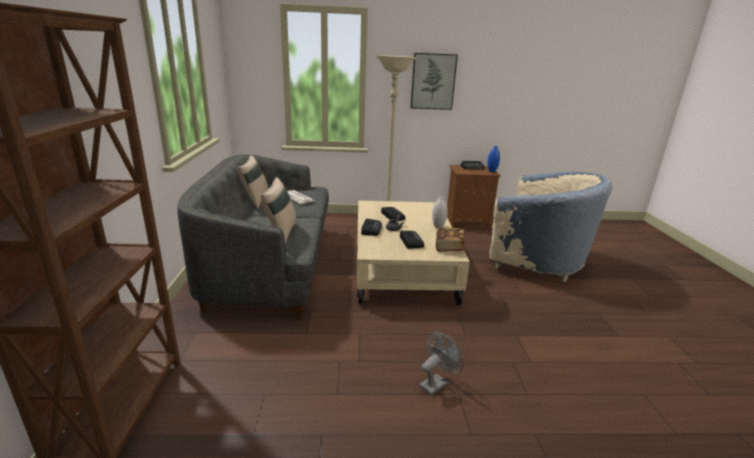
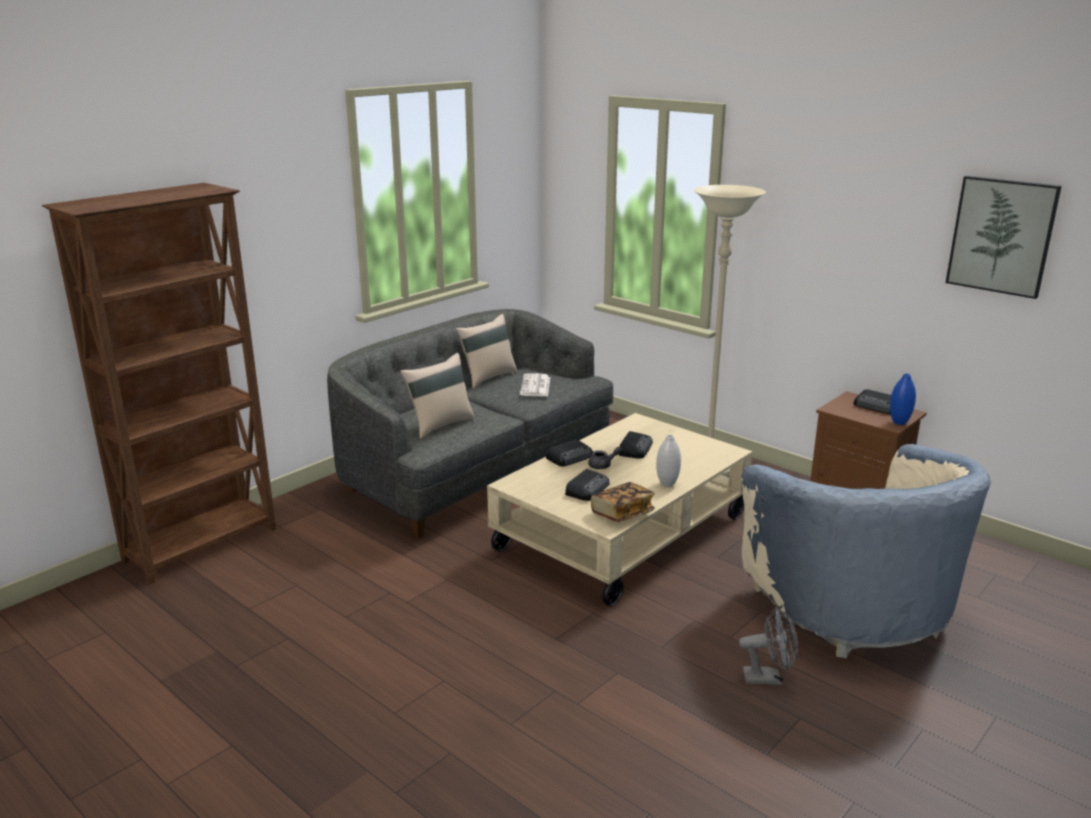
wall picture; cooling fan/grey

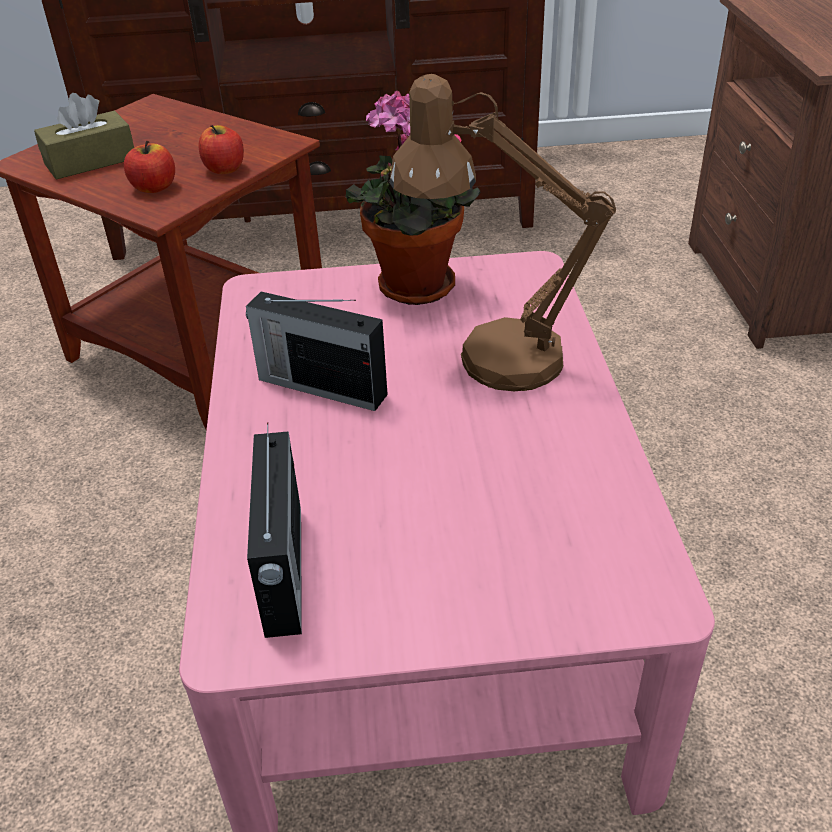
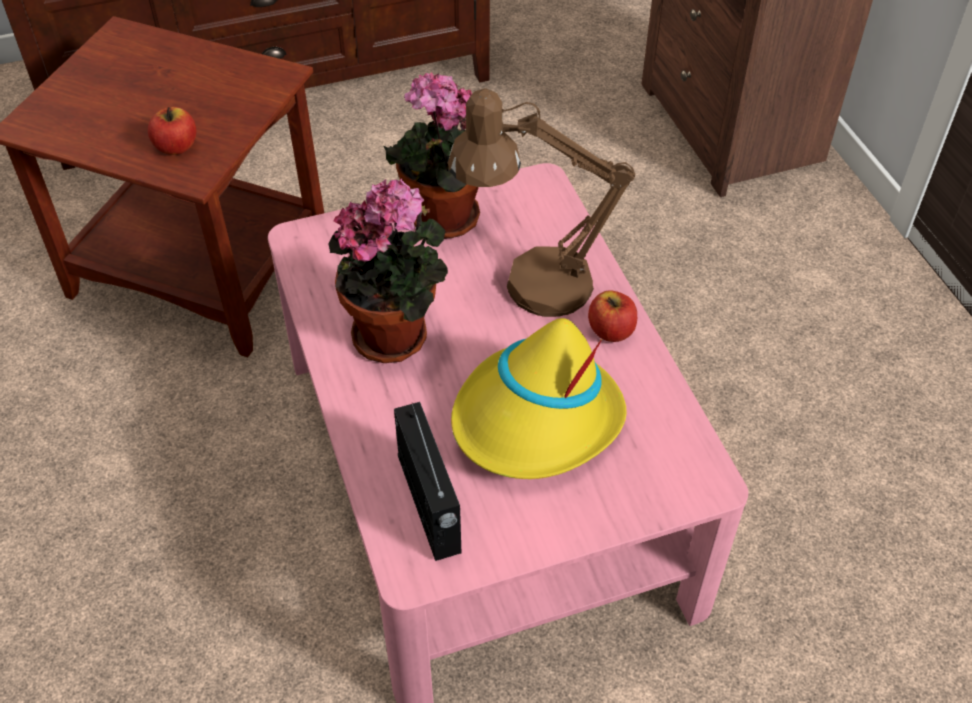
box of tissues/brown; whole apple (2nd from left); houseplant (1st from left); wearable hat/yellow

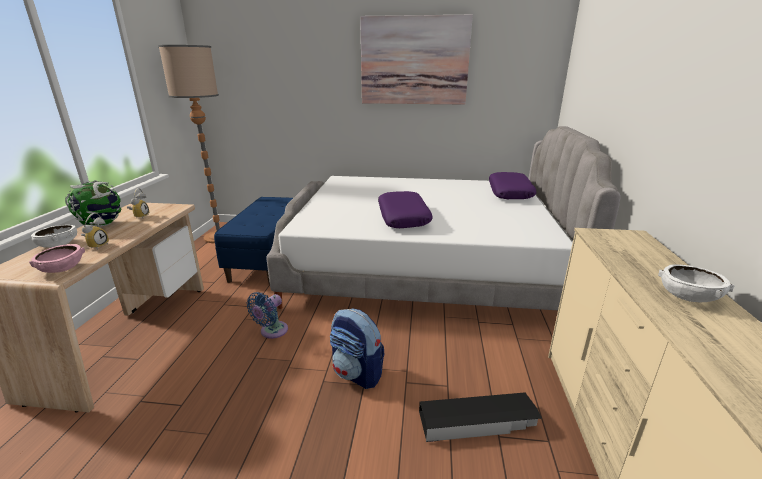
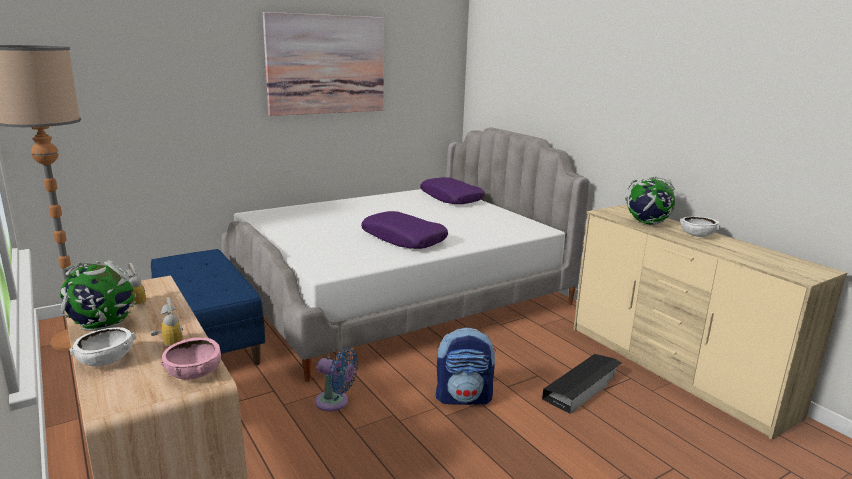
cooling fan/bluish; world globe (2nd from left)

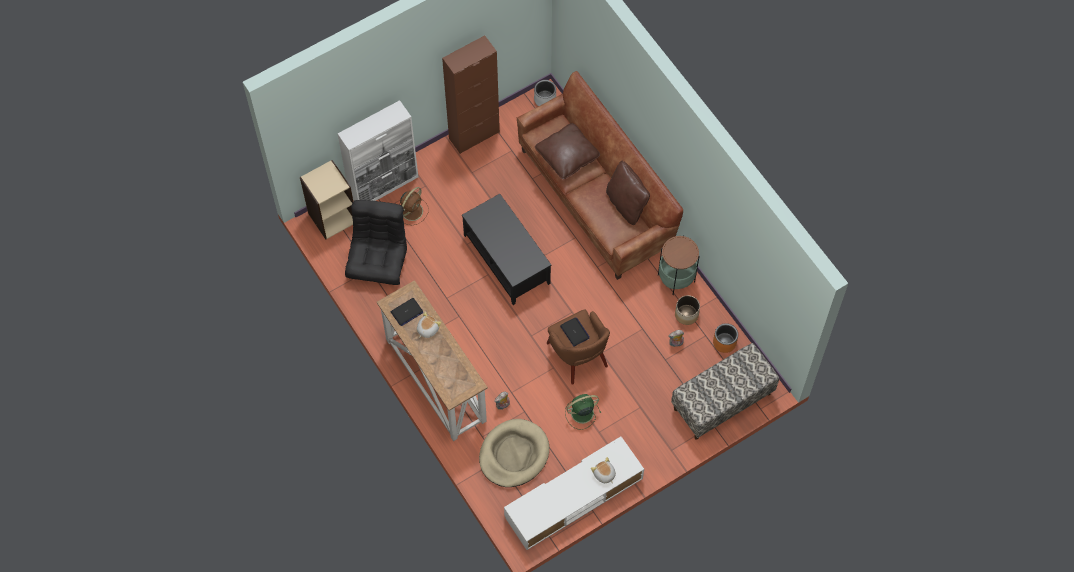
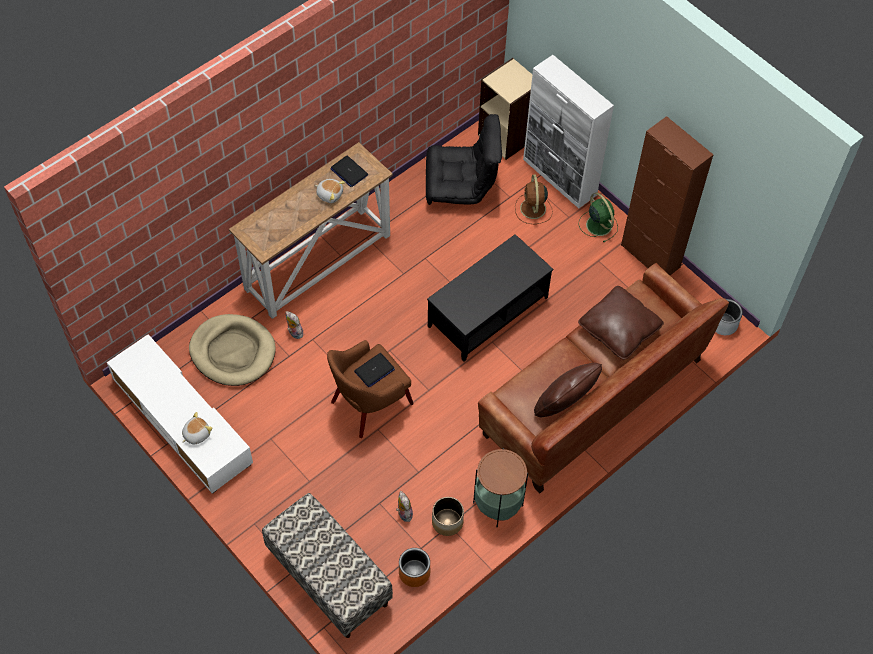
cooling fan/brown; cooling fan/green-coloured

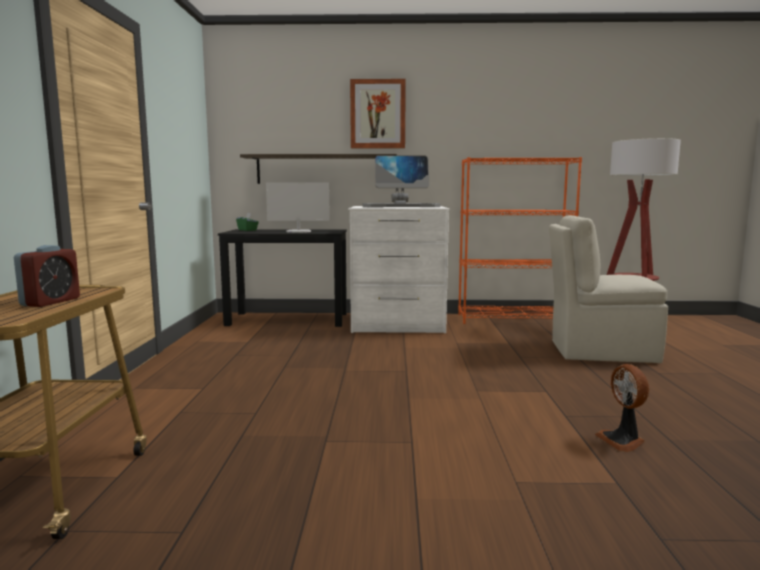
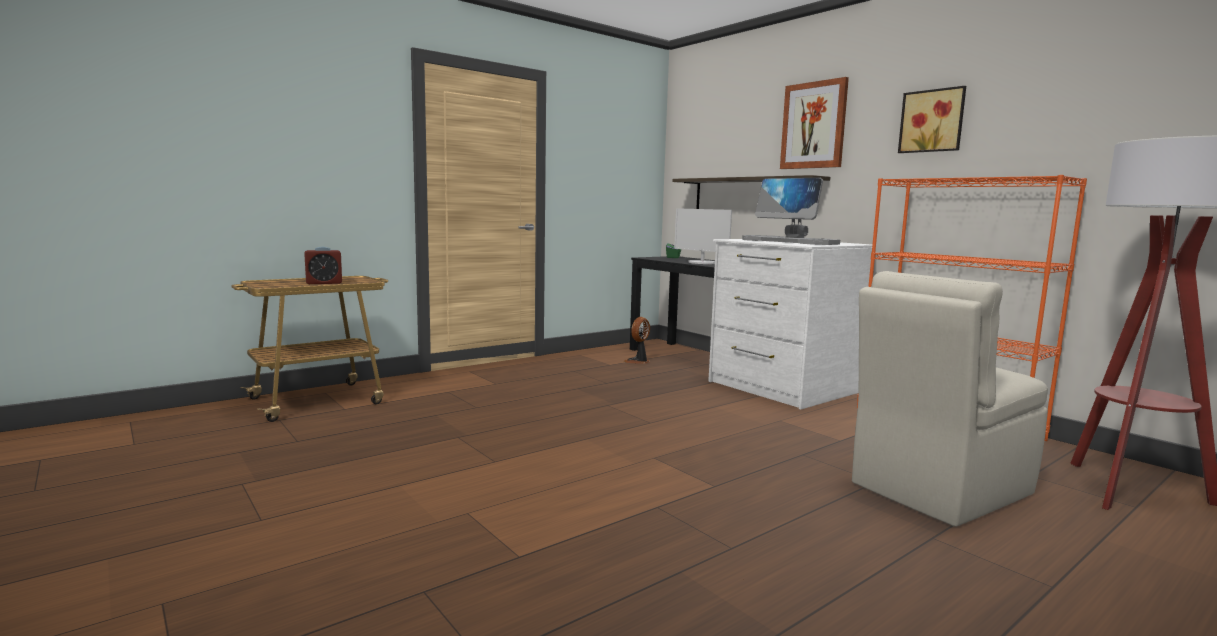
upright chair/beige-coloured; cooling fan; wall picture (2nd from left)

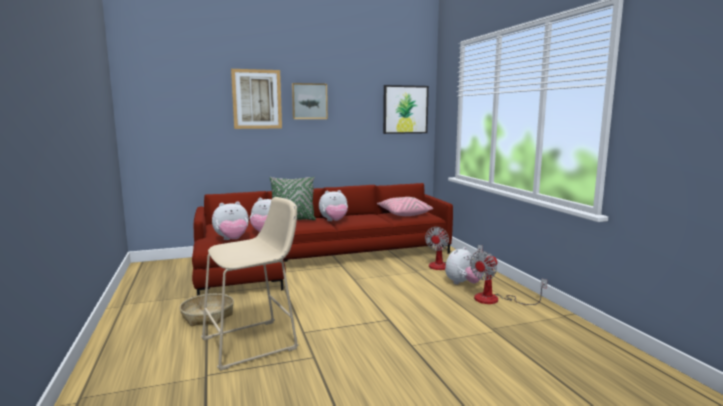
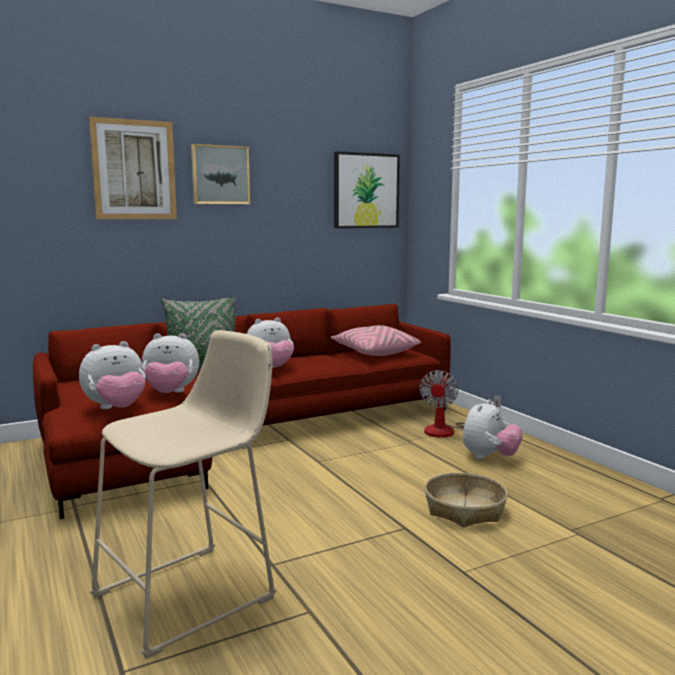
cooling fan (2nd from left in the first image); storage basket

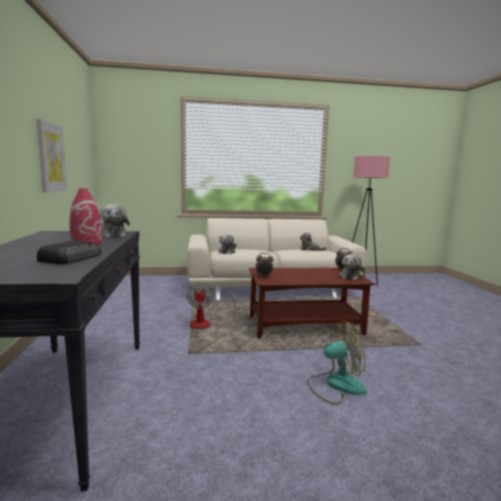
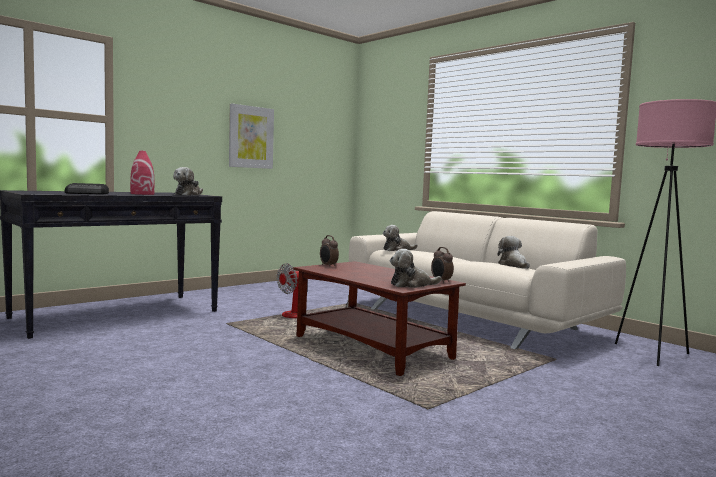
cooling fan (2nd from left in the first image)

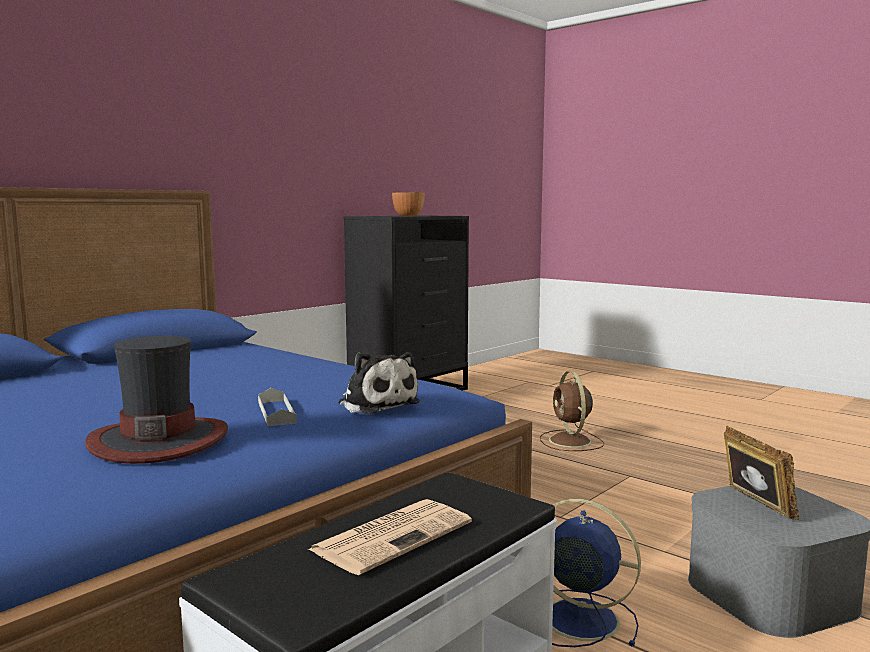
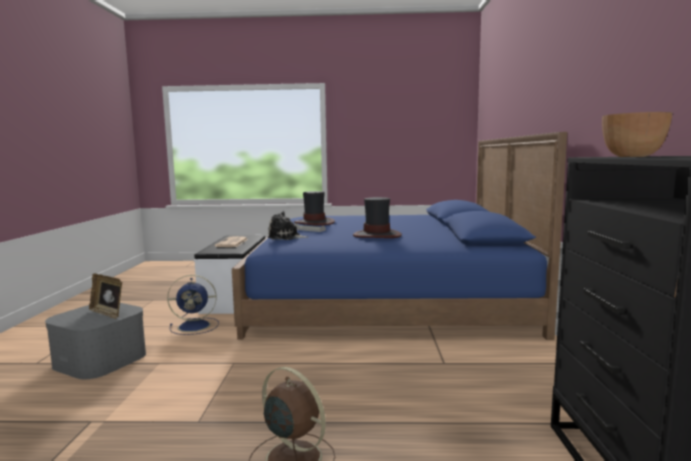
wearable hat (2nd from left)

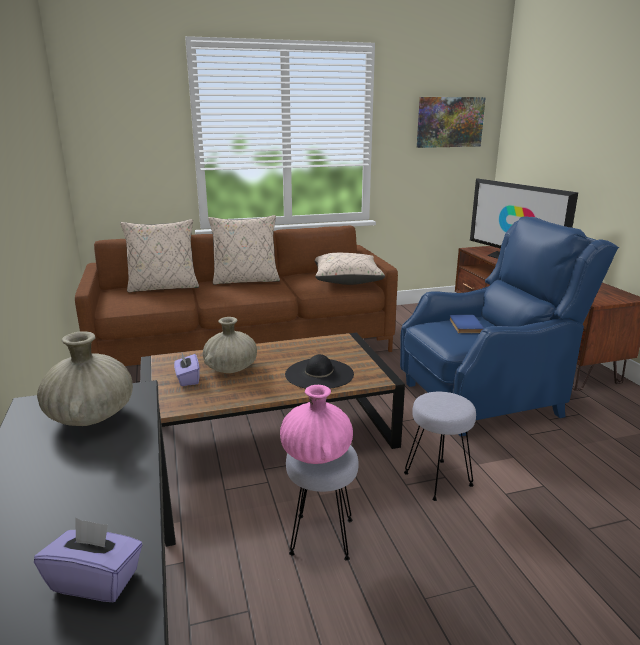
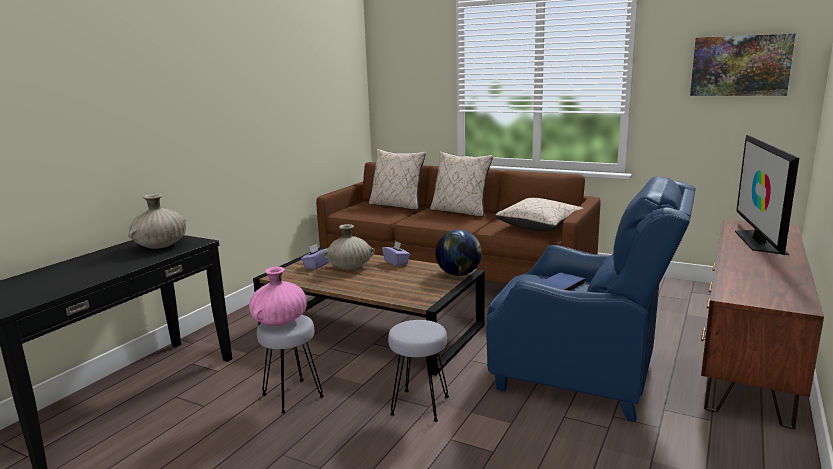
wearable hat/black; box of tissues/purplish (2nd from left); world globe

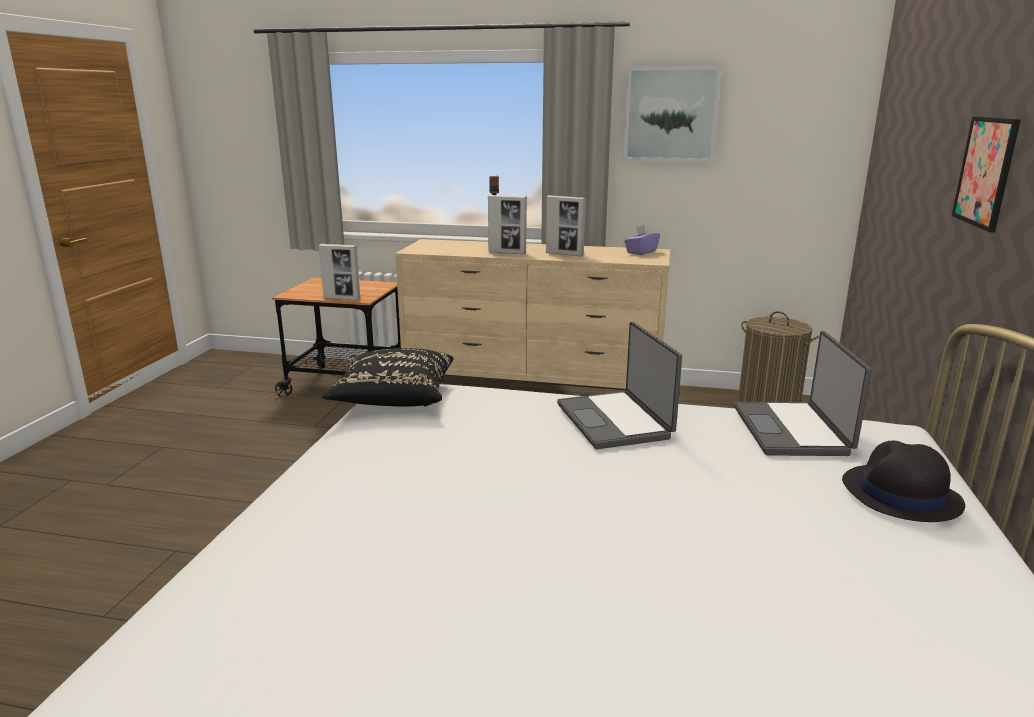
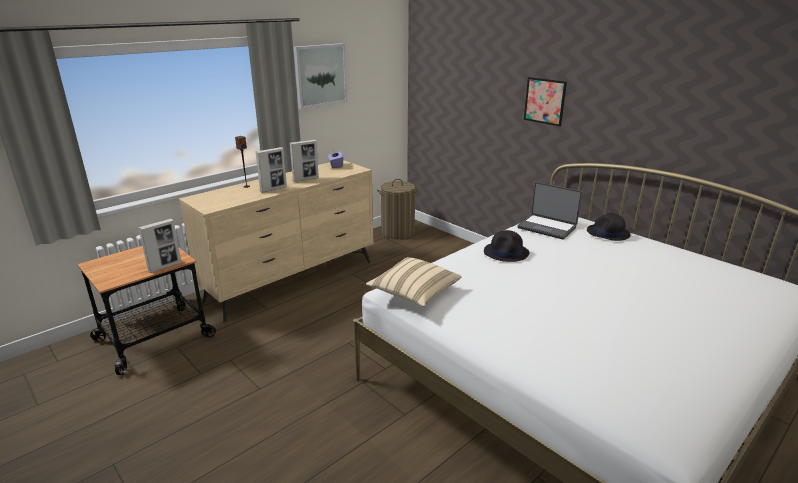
wearable hat/black (1st from left); throw pillow/beige-coloured

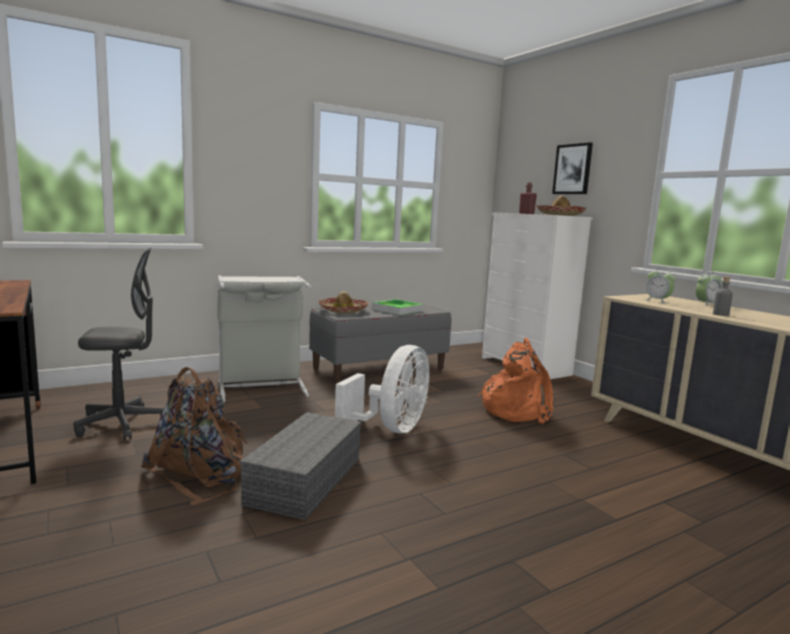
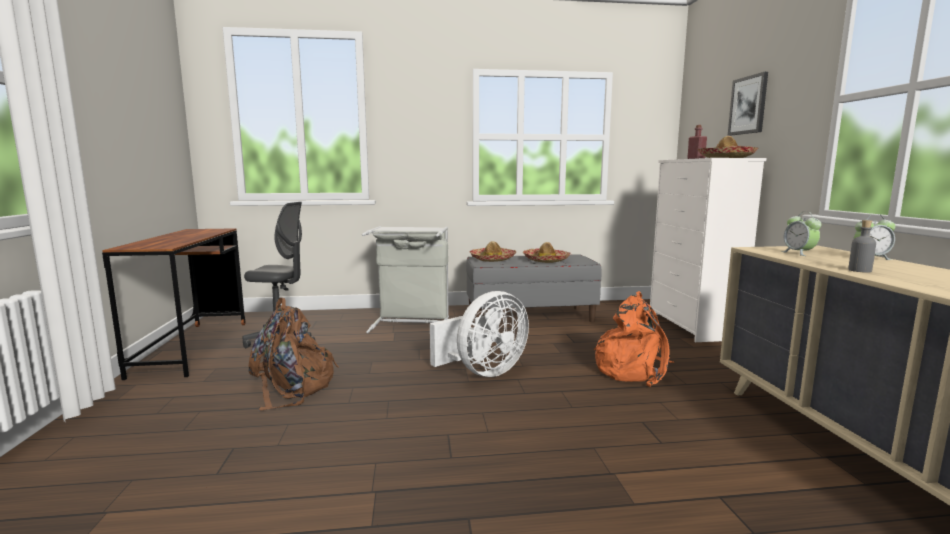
wearable hat (2nd from left); storage box/grey

